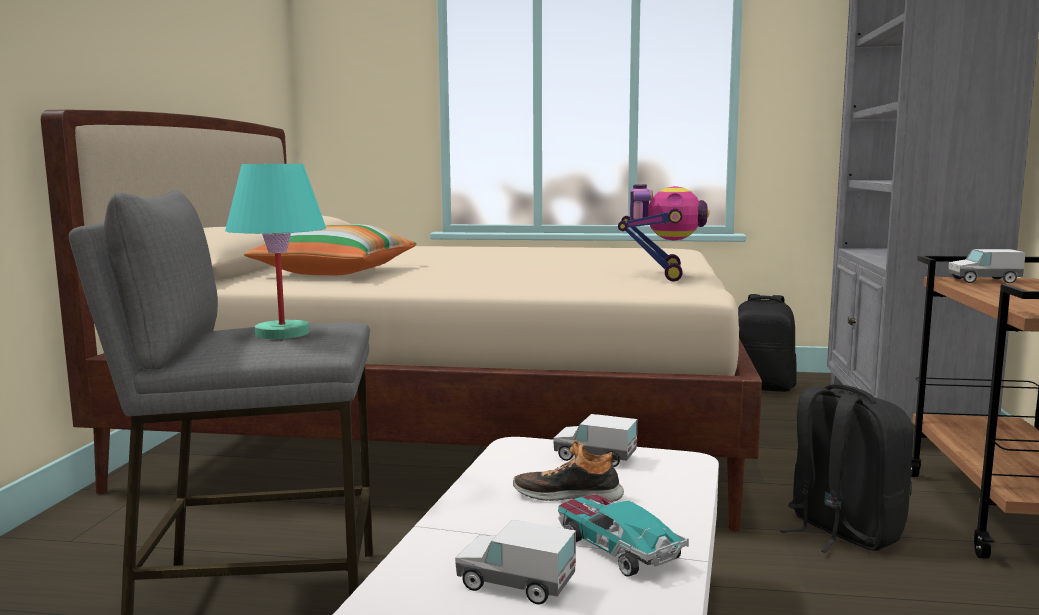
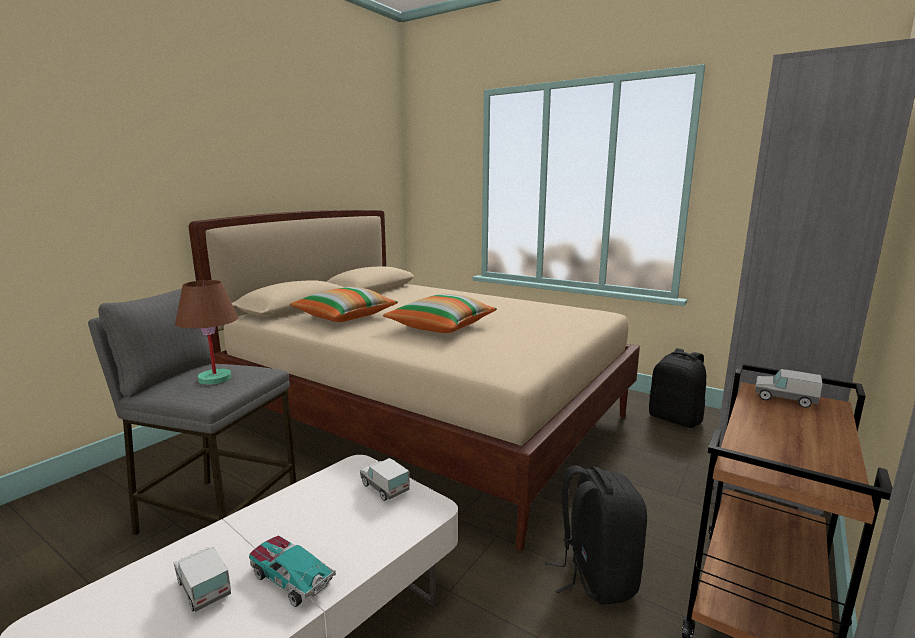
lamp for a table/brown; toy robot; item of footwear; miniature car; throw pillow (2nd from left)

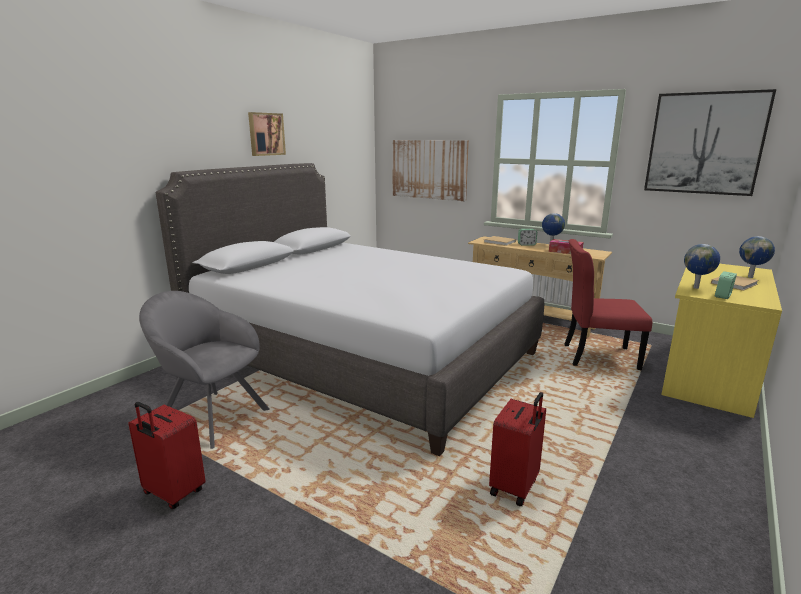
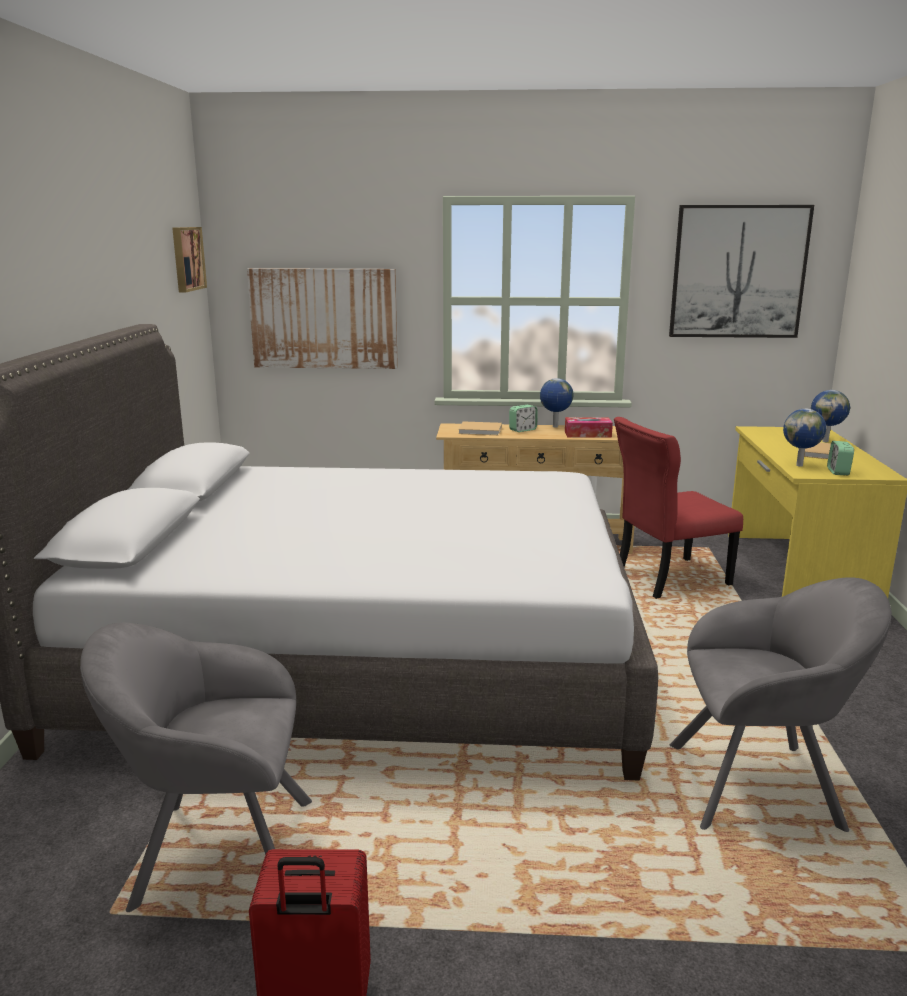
wall picture (1st from left); lounge chair/grey (2nd from left)

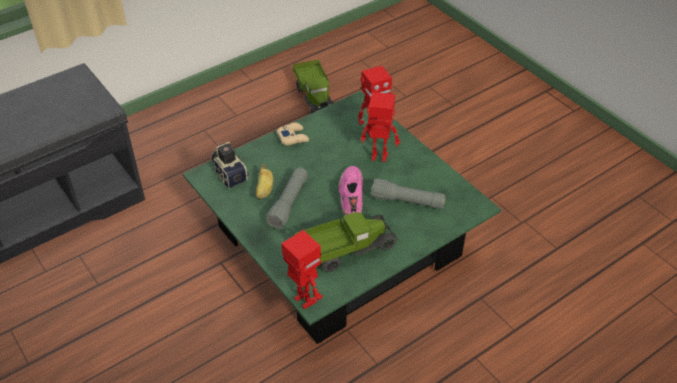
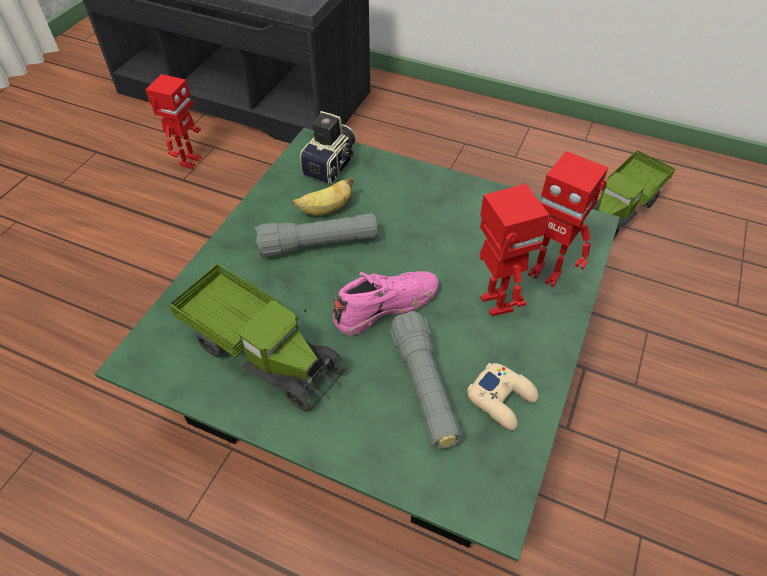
game controller/beige-coloured; toy robot (1st from left)

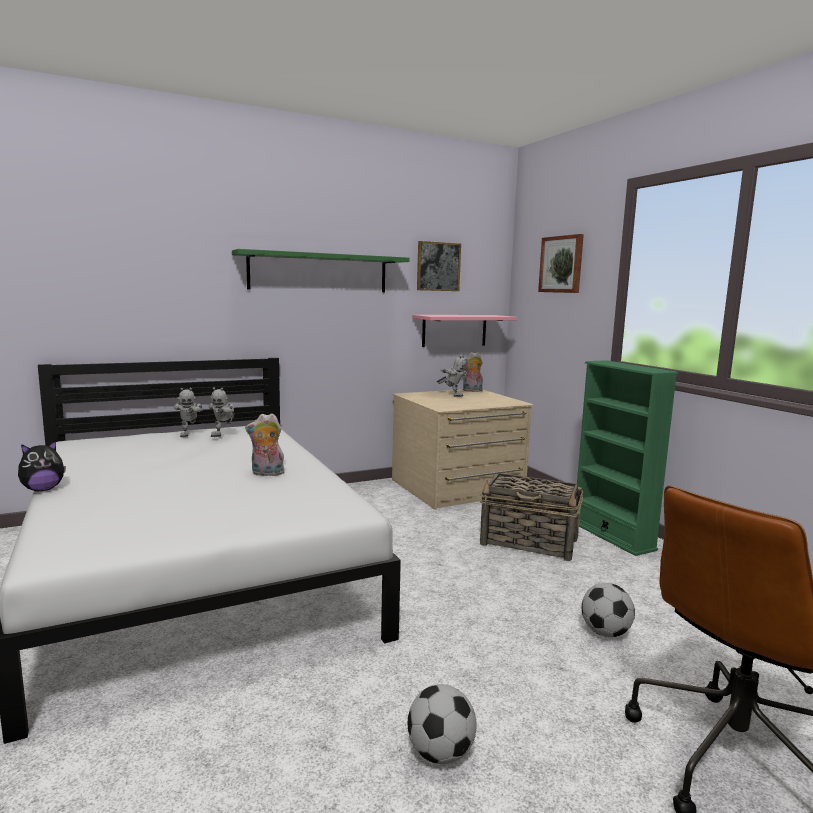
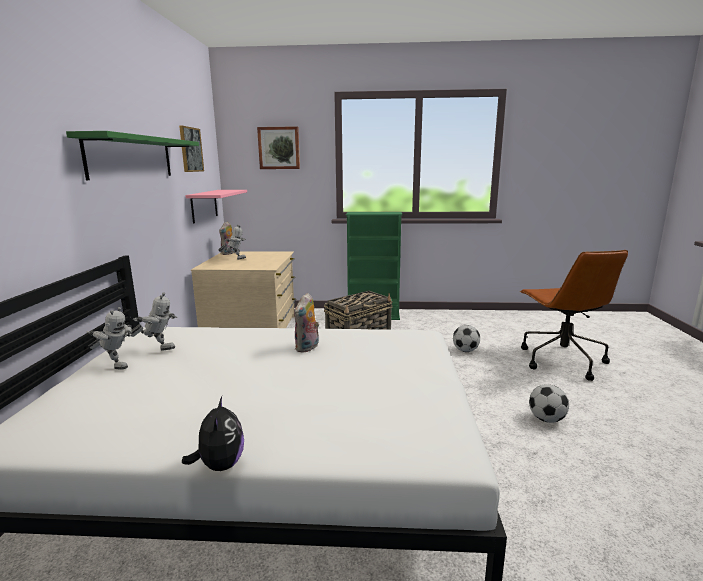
toy robot (2nd from left)

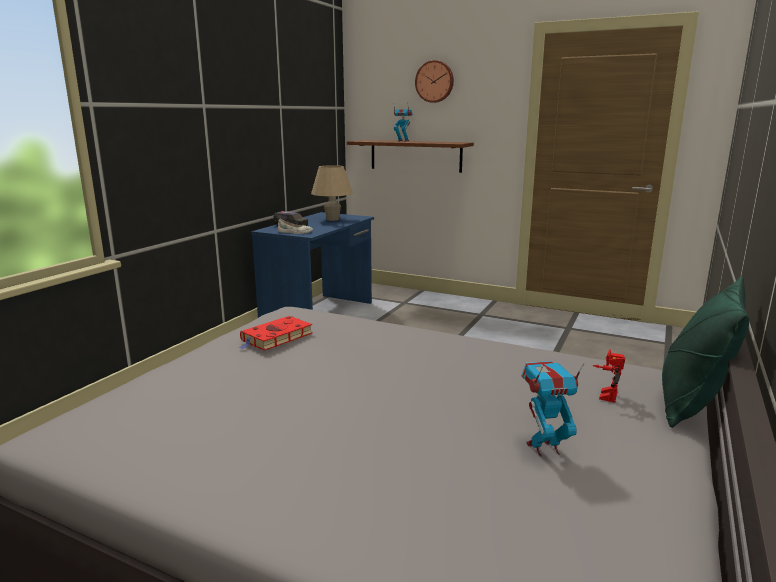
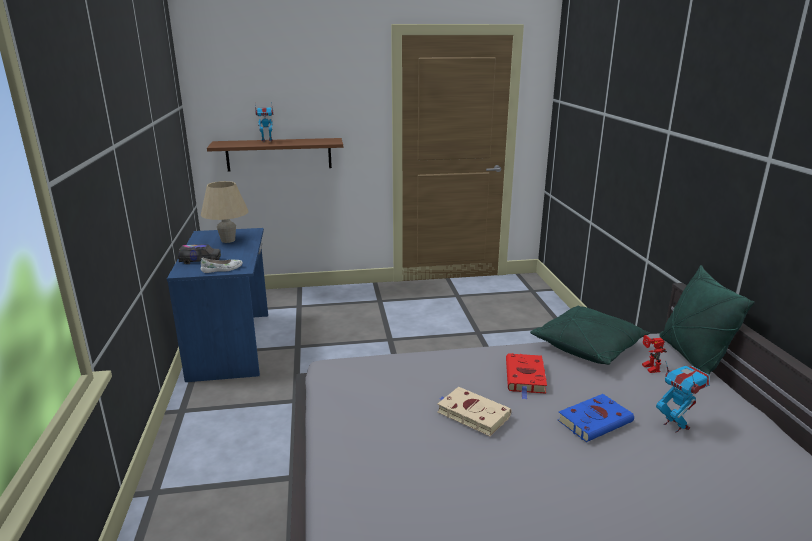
hanging clock; book/red; toy robot (3rd from left); throw pillow/green-coloured (1st from left); book/beige-coloured; book/bluish

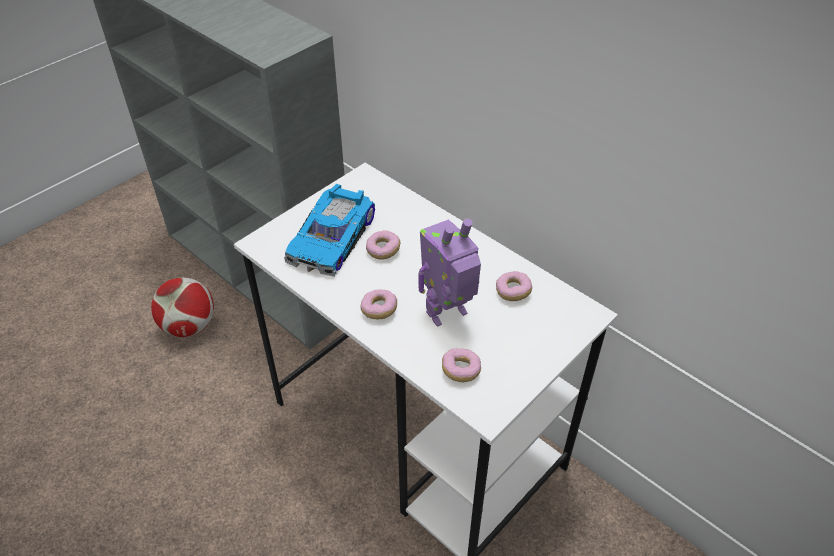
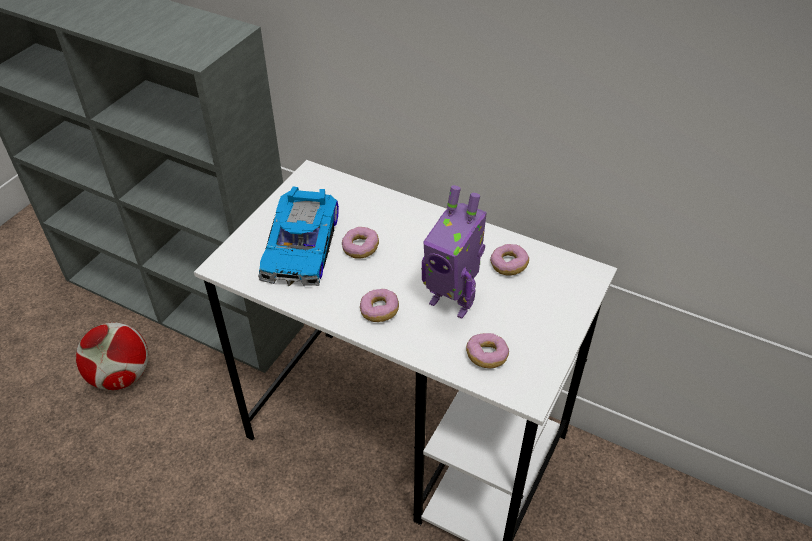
toy robot

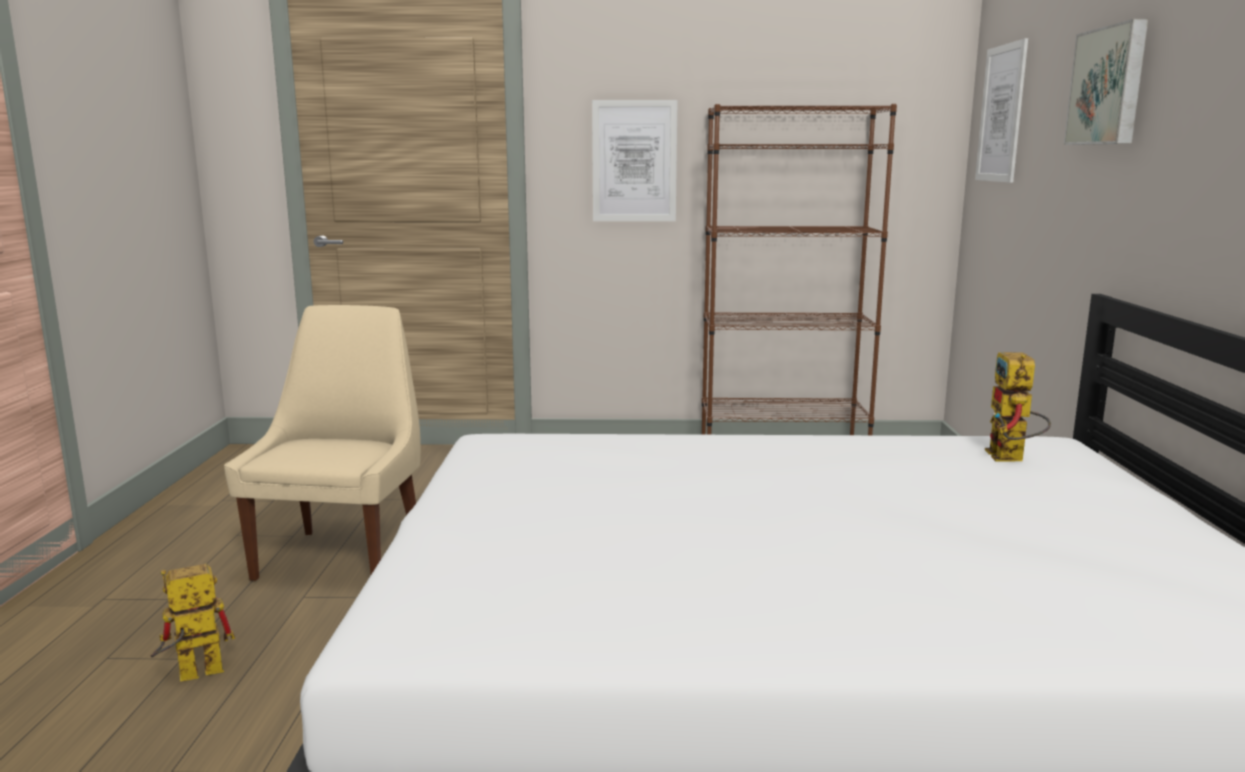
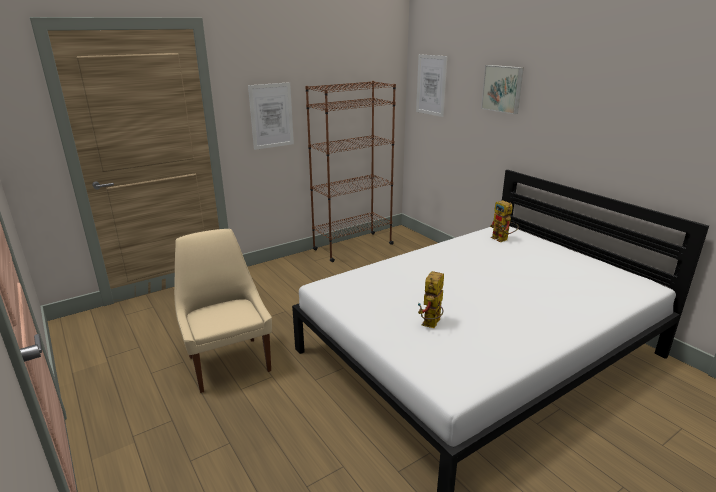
toy robot (1st from left)

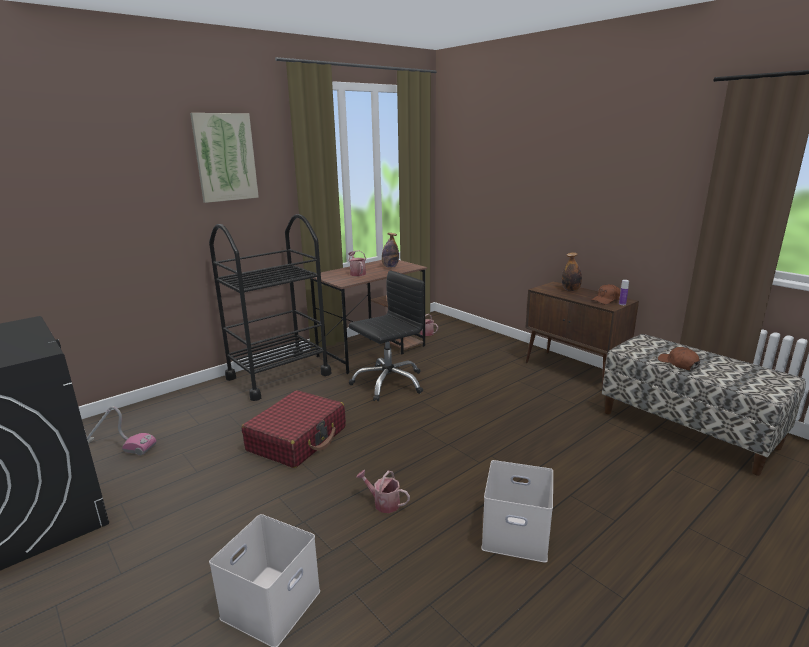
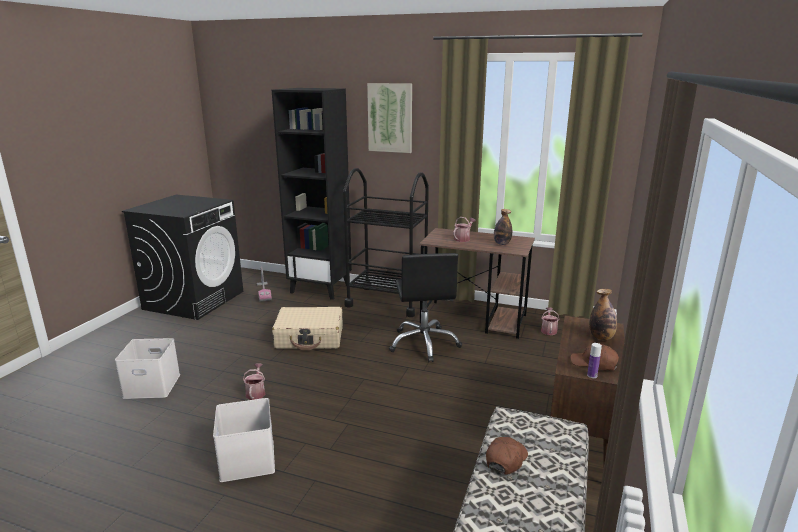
office chair/black; suitcase/beige-coloured; bookshelf/black

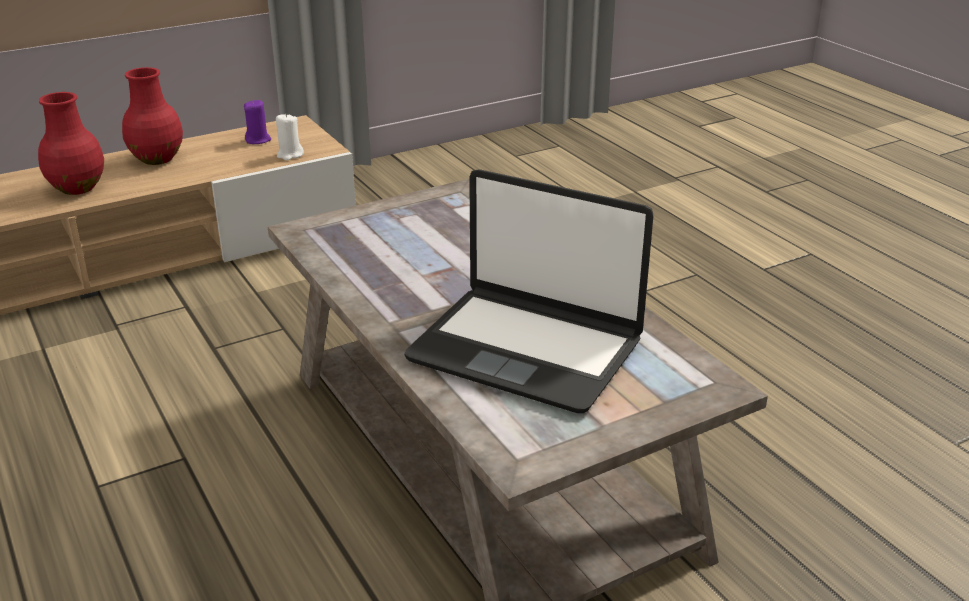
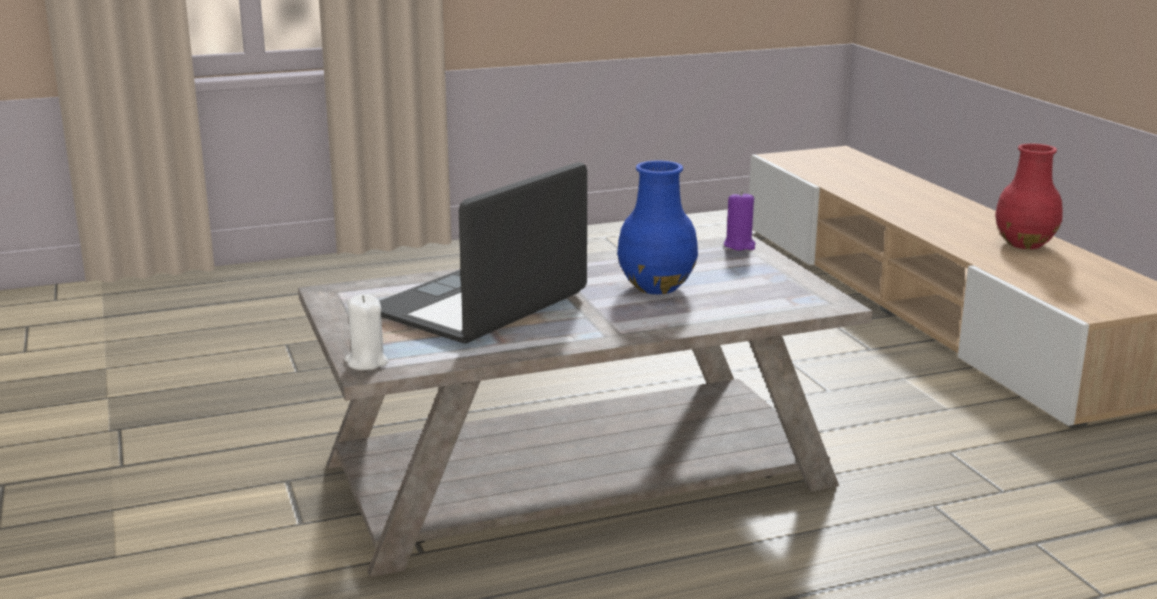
vase/red (1st from left in the first image); candle/purplish; candle/whitish; vase/bluish

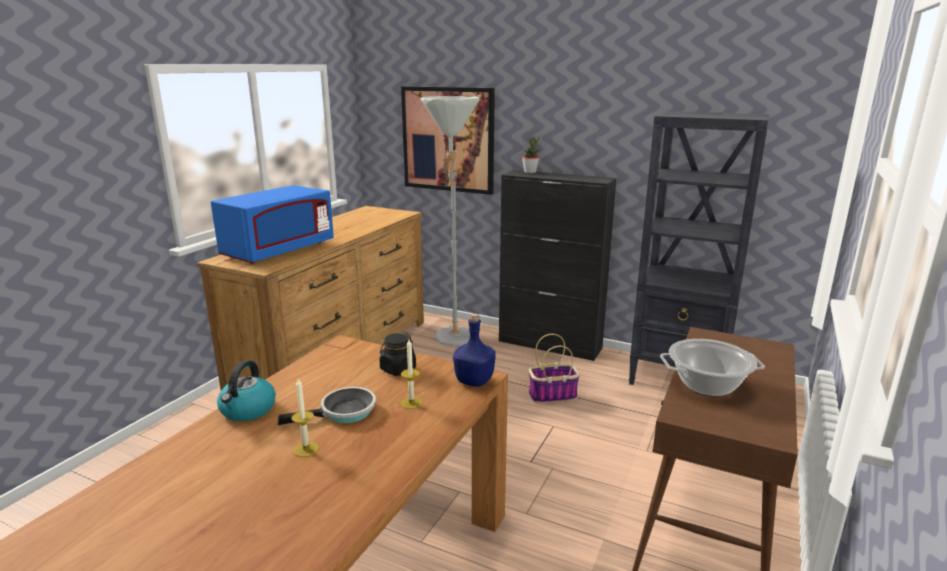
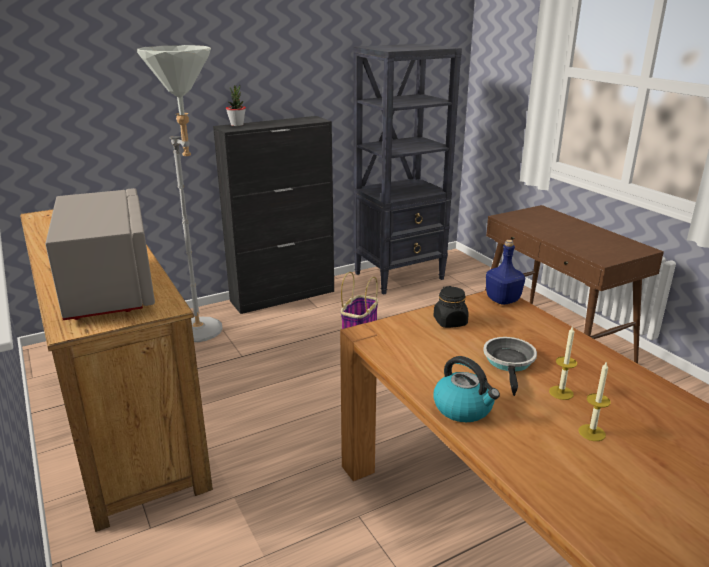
wall picture; microwave oven/grey; candle (2nd from left); saucepot

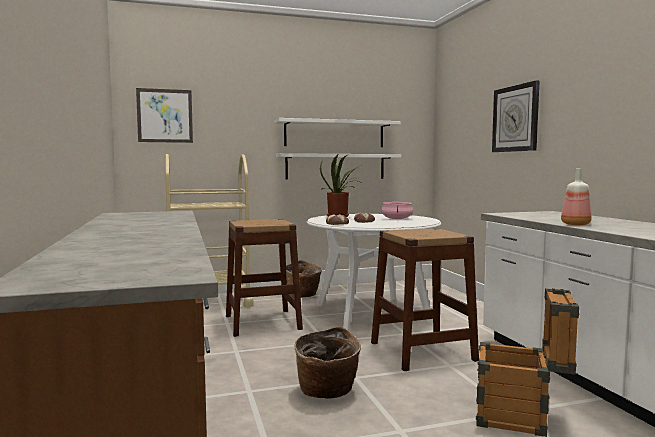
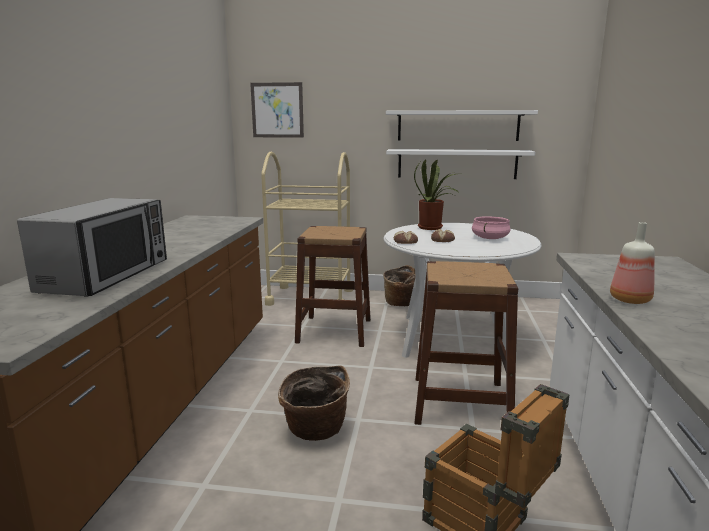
hanging clock; microwave oven

